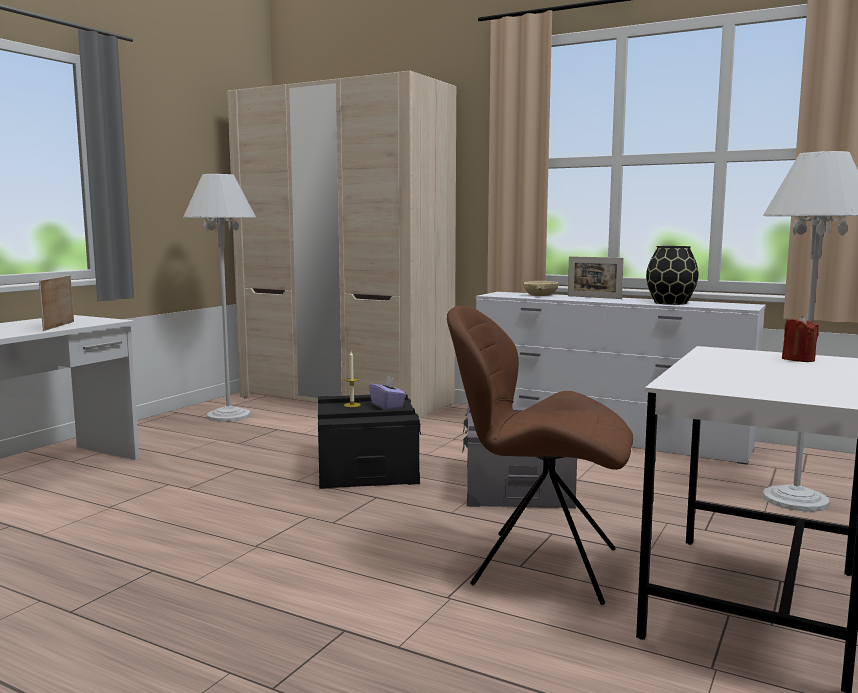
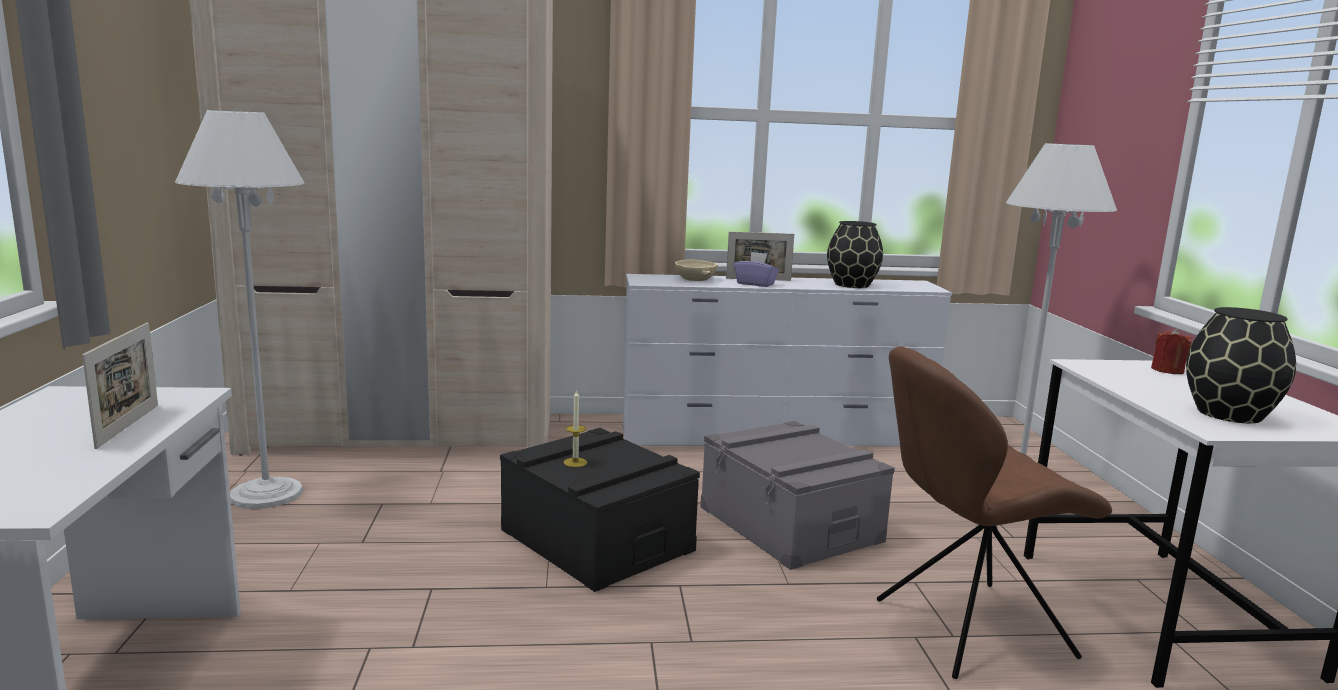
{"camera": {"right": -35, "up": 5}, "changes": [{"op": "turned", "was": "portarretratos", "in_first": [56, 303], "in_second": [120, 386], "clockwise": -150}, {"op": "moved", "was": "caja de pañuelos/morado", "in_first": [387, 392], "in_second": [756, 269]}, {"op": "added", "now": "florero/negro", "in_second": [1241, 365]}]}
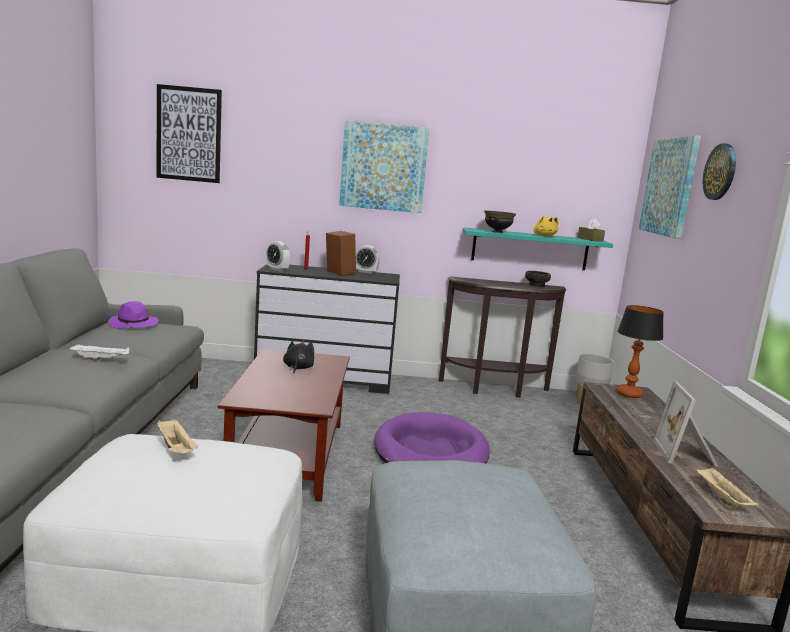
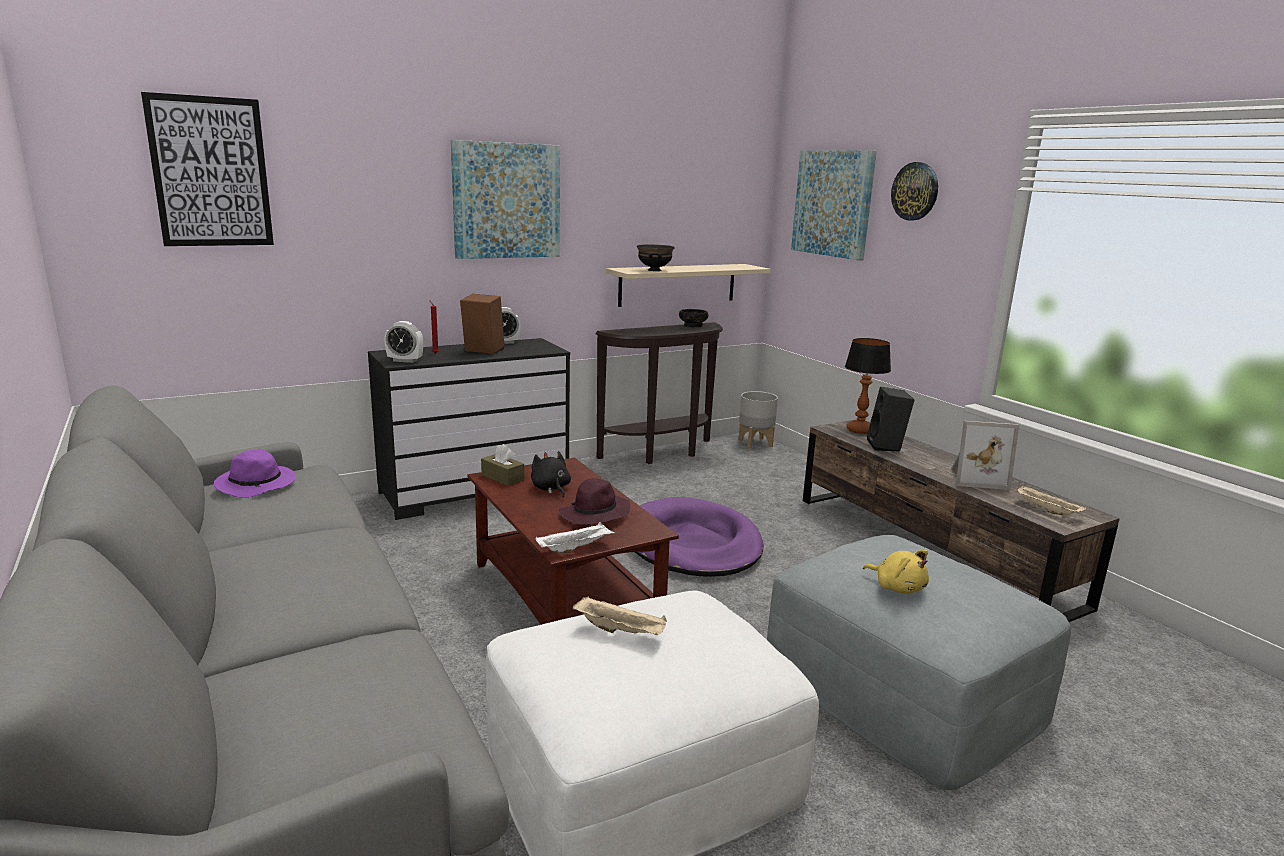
{"camera": {"right": -30, "up": 5}, "changes": [{"op": "moved", "was": "bandeja/blanco", "in_first": [100, 352], "in_second": [575, 537]}, {"op": "recoloured", "was": "estante/turquesa", "now": "estante/beis", "in_first": [537, 248], "in_second": [688, 285]}, {"op": "moved", "was": "peluche/amarillo", "in_first": [545, 225], "in_second": [896, 571]}, {"op": "moved", "was": "caja de pañuelos/marrón", "in_first": [591, 230], "in_second": [502, 465]}, {"op": "turned", "was": "portarretratos", "in_first": [686, 424], "in_second": [985, 455], "clockwise": -60}, {"op": "added", "now": "sombrero/morado", "in_second": [594, 501]}, {"op": "added", "now": "altavoz/negro", "in_second": [890, 419]}]}
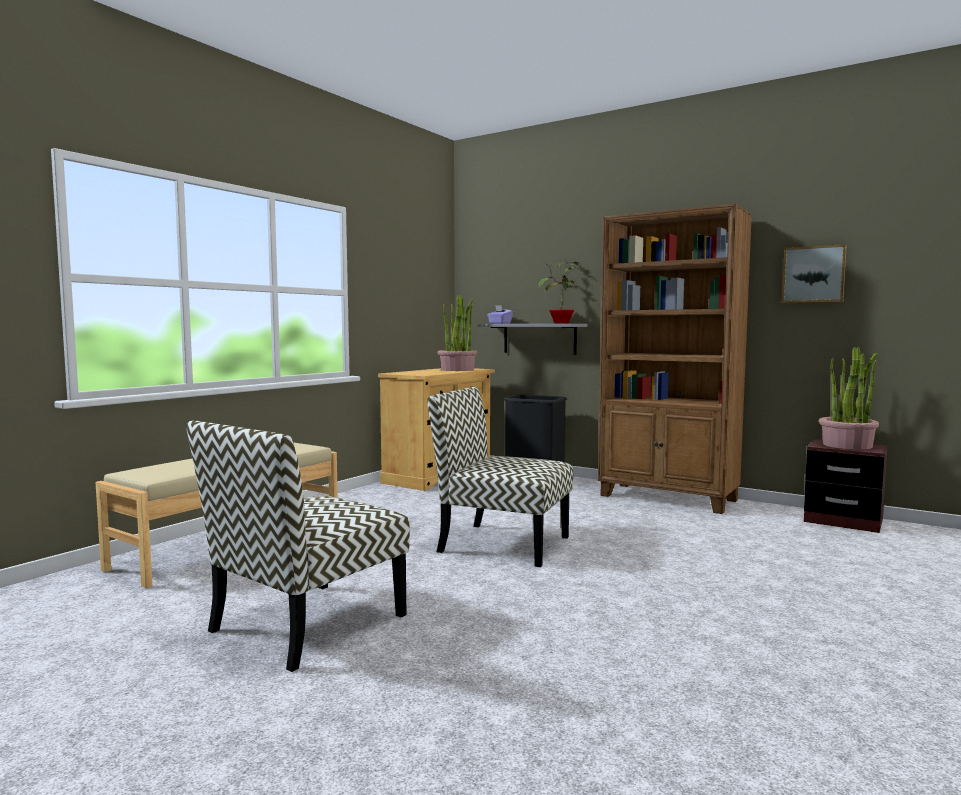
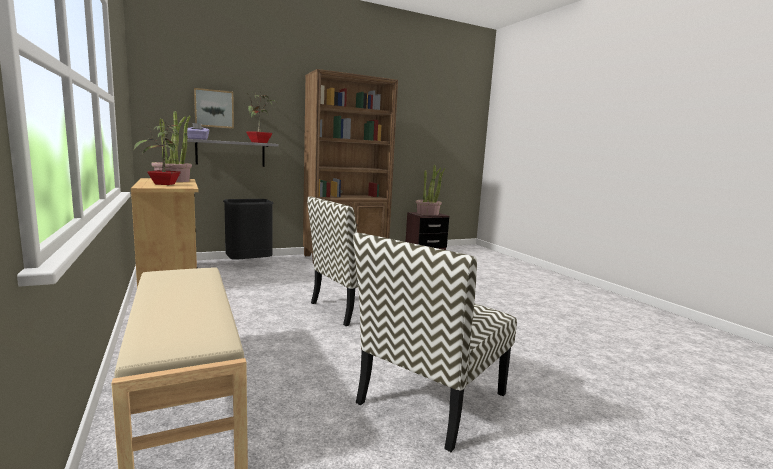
{"camera": {"right": -60, "up": 5}, "changes": [{"op": "turned", "was": "silla", "in_first": [298, 546], "in_second": [435, 342], "clockwise": 60}, {"op": "moved", "was": "cuadro", "in_first": [814, 273], "in_second": [214, 108]}, {"op": "added", "now": "planta en maceta", "in_second": [158, 153]}]}
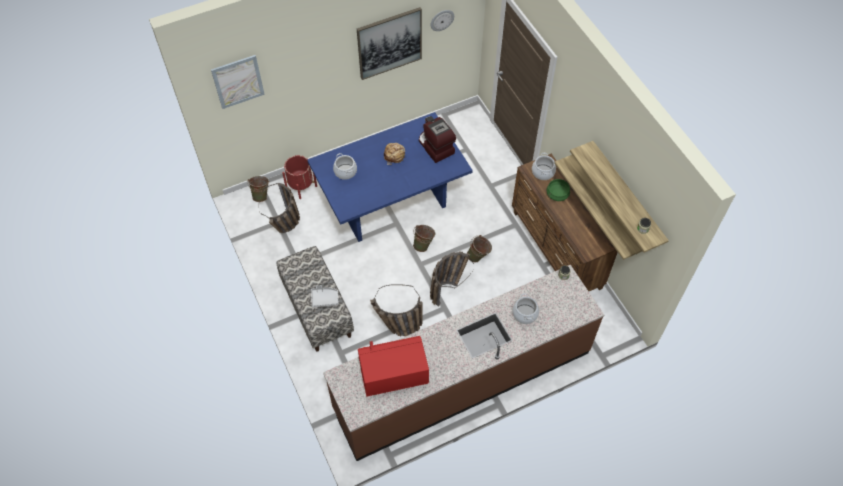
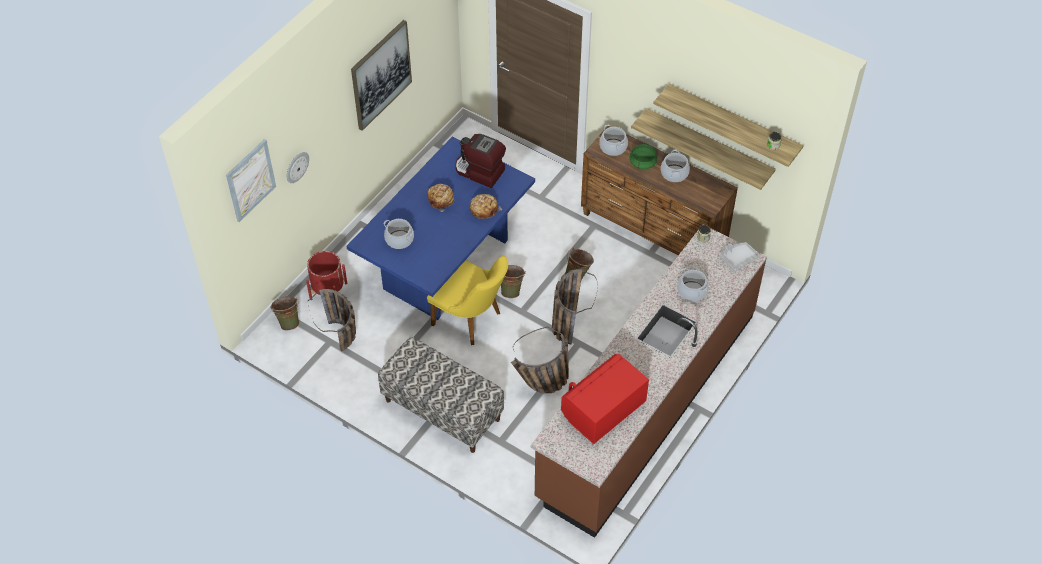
{"camera": {"right": -30, "up": -5}, "changes": [{"op": "moved", "was": "bandeja/gris", "in_first": [325, 296], "in_second": [739, 256]}, {"op": "moved", "was": "reloj de pared", "in_first": [442, 20], "in_second": [298, 167]}, {"op": "added", "now": "silla/amarillo", "in_second": [467, 300]}, {"op": "added", "now": "pan", "in_second": [486, 206]}, {"op": "added", "now": "olla", "in_second": [675, 165]}]}
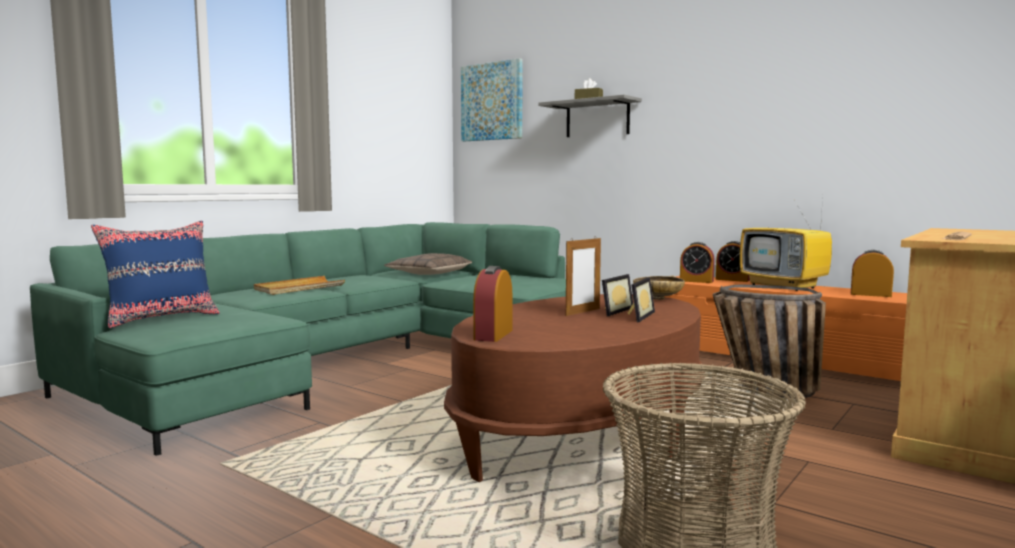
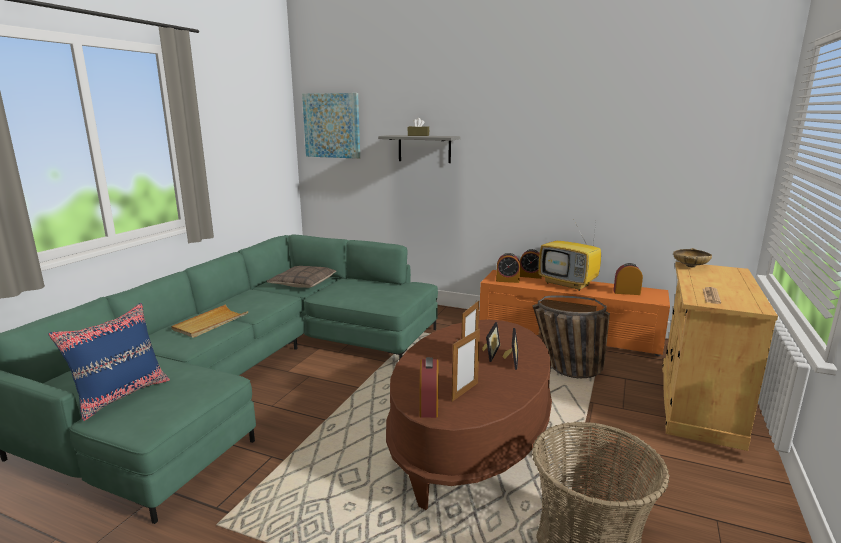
{"camera": {"right": -15, "up": 10}, "changes": [{"op": "moved", "was": "cuenco/beis", "in_first": [659, 288], "in_second": [692, 257]}, {"op": "added", "now": "portarretratos", "in_second": [466, 365]}]}
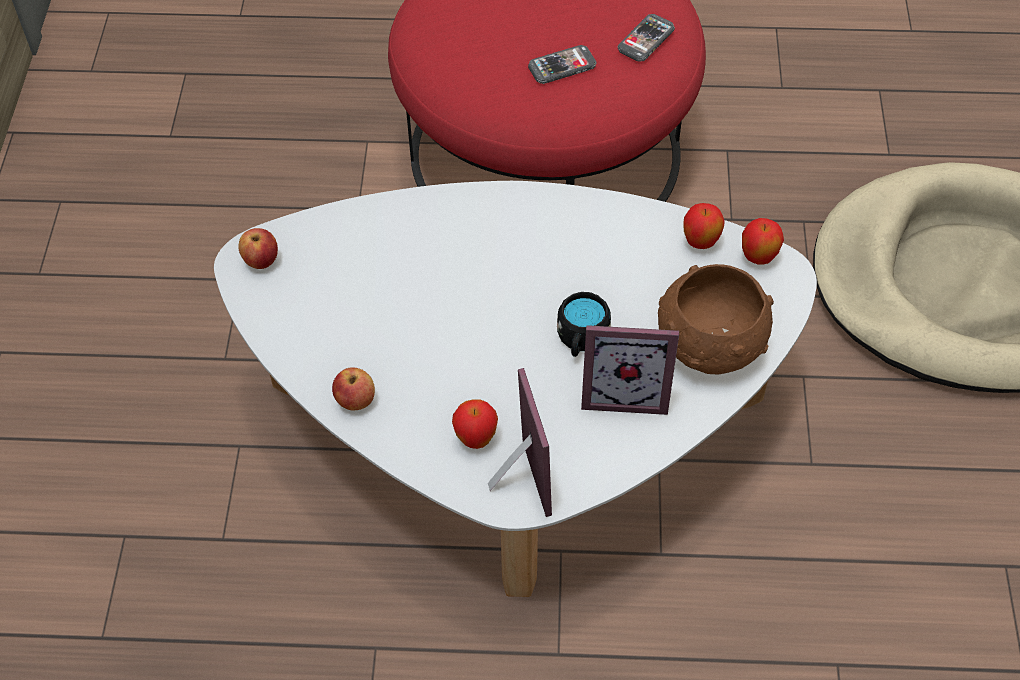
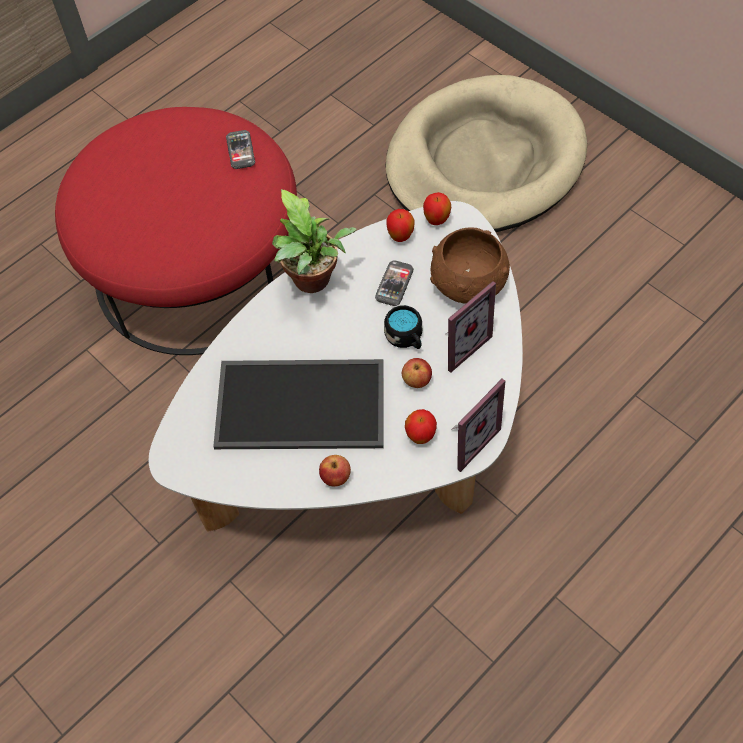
{"camera": {"right": -45, "up": 5}, "changes": [{"op": "moved", "was": "manzana", "in_first": [258, 248], "in_second": [417, 373]}, {"op": "turned", "was": "portarretratos", "in_first": [520, 442], "in_second": [478, 425], "clockwise": 105}, {"op": "moved", "was": "móvil", "in_first": [562, 64], "in_second": [394, 283]}, {"op": "added", "now": "bandeja", "in_second": [298, 404]}, {"op": "added", "now": "planta en maceta", "in_second": [314, 241]}]}
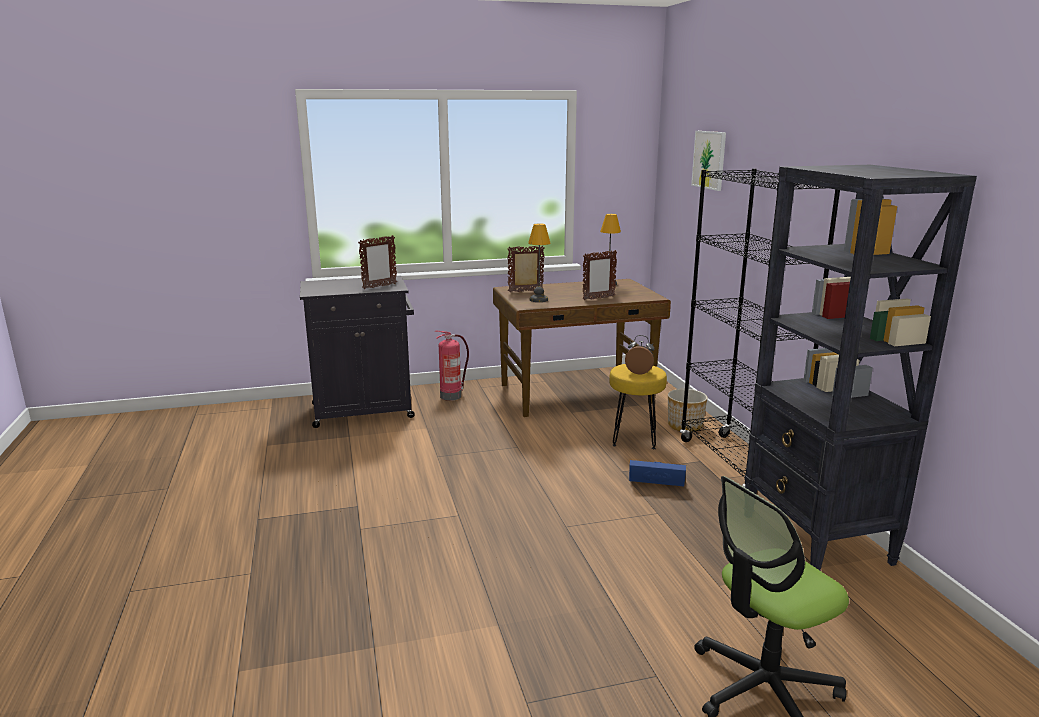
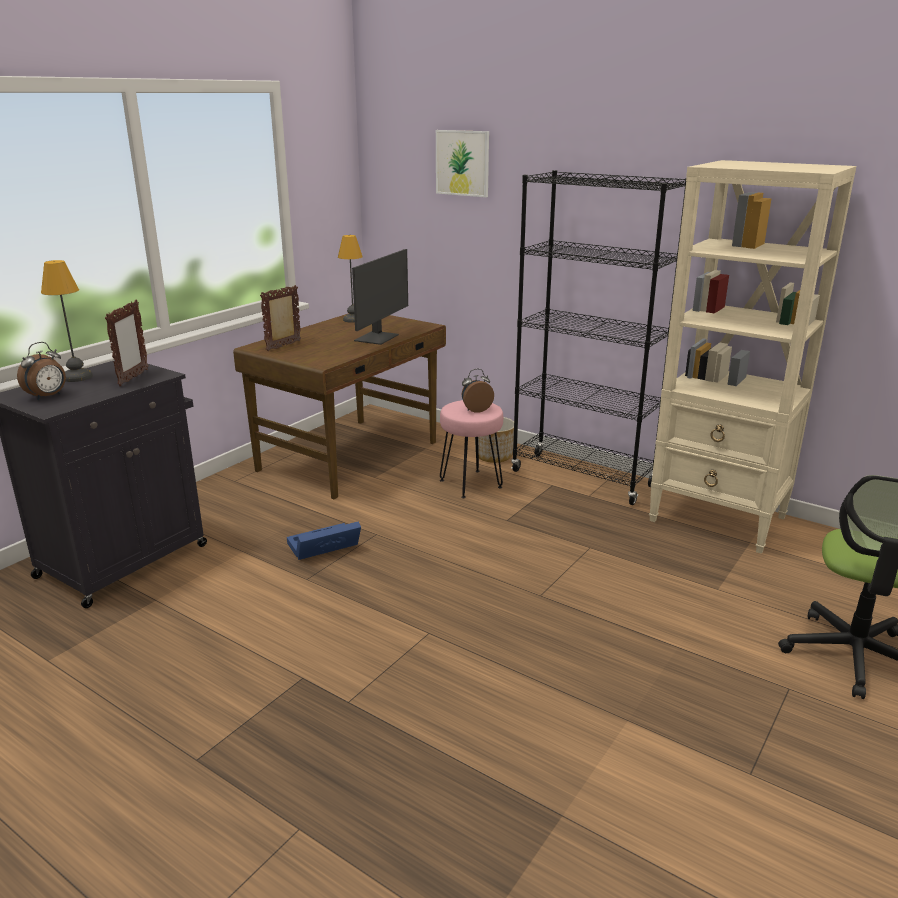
{"camera": {"right": -40, "up": 5}, "changes": [{"op": "removed", "was": "extintor", "in_first": [452, 366]}, {"op": "moved", "was": "lámpara de mesa", "in_first": [539, 262], "in_second": [67, 321]}, {"op": "replaced", "was": "portarretratos", "now": "monitor", "in_first": [600, 275], "in_second": [380, 297]}, {"op": "recoloured", "was": "taburete/amarillo", "now": "taburete/rosa", "in_first": [638, 406], "in_second": [471, 449]}, {"op": "moved", "was": "caja de almacenaje/azul", "in_first": [657, 473], "in_second": [324, 540]}, {"op": "recoloured", "was": "estantería/negro", "now": "estantería/beis", "in_first": [860, 367], "in_second": [752, 357]}, {"op": "added", "now": "despertador", "in_second": [41, 371]}]}
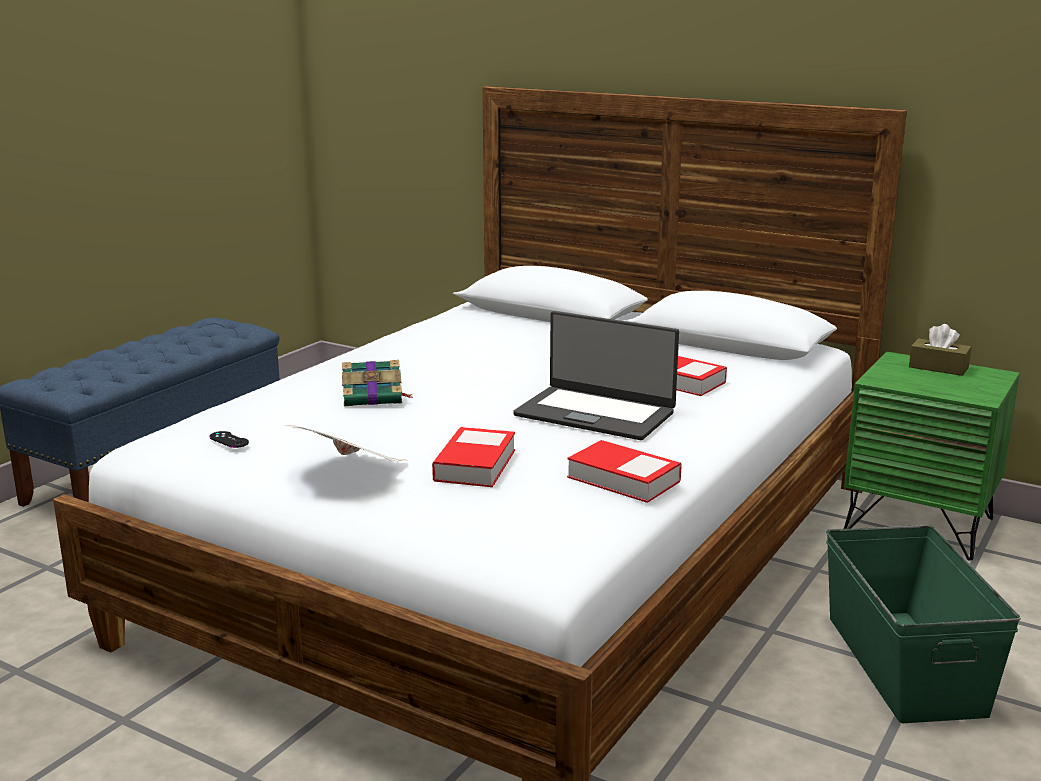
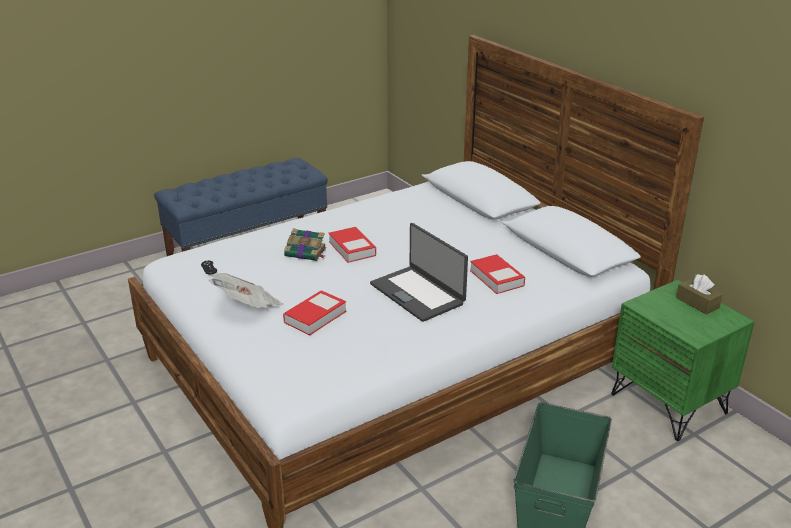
{"camera": {"right": 25, "up": 10}, "changes": [{"op": "moved", "was": "libro", "in_first": [624, 471], "in_second": [352, 245]}]}
